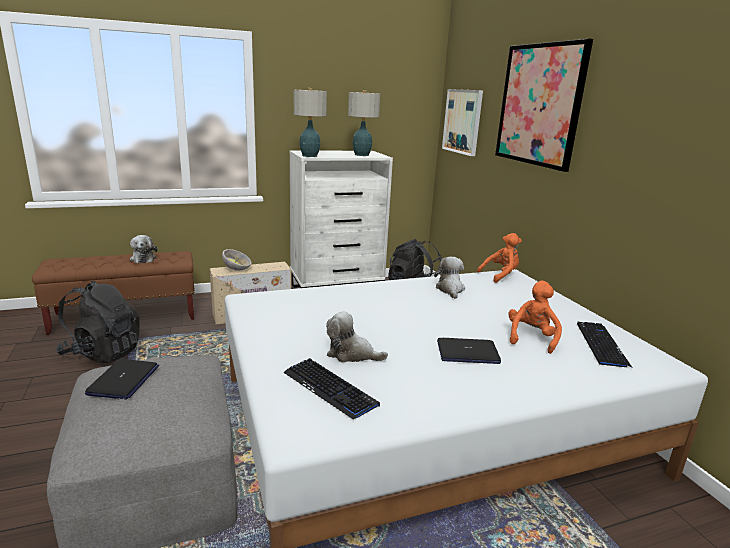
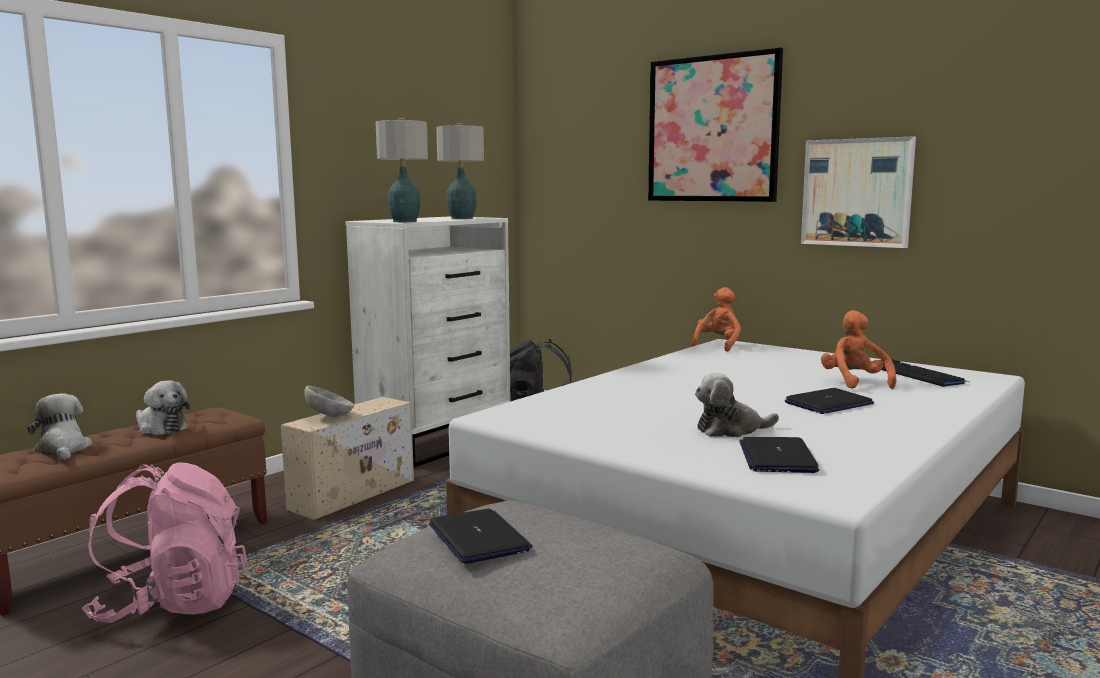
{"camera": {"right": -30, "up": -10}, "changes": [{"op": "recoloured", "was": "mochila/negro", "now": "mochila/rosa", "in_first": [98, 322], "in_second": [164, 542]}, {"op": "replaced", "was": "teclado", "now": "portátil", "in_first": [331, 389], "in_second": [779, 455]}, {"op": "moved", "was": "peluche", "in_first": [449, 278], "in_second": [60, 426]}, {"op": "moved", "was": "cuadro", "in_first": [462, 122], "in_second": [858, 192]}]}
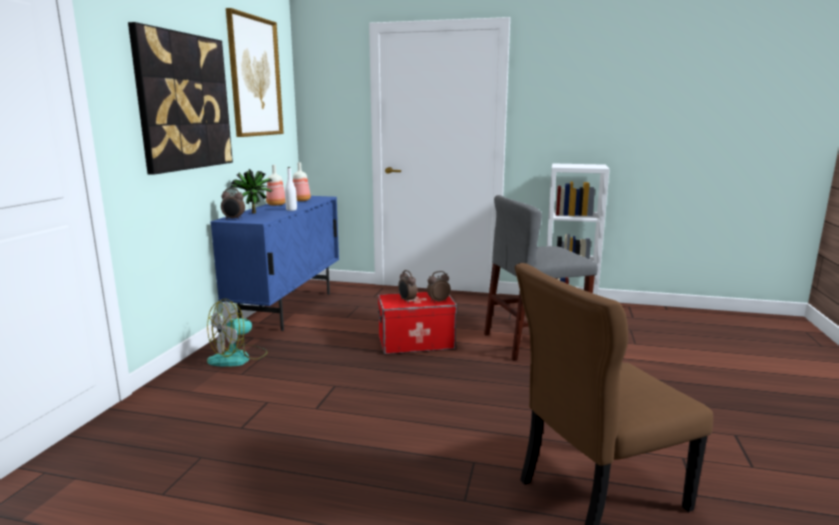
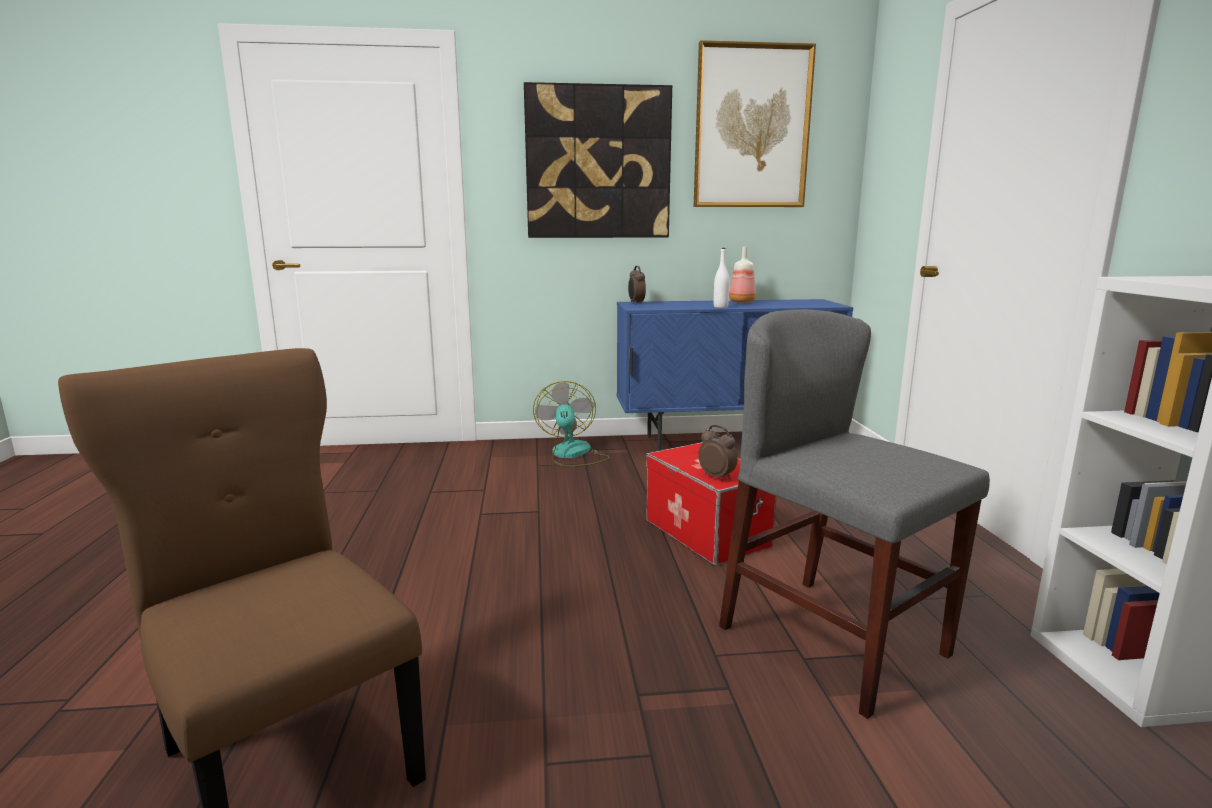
{"camera": {"right": 70, "up": 0}, "changes": [{"op": "turned", "was": "ventilador", "in_first": [237, 333], "in_second": [571, 424], "clockwise": 60}, {"op": "removed", "was": "planta en maceta", "in_first": [251, 191]}, {"op": "removed", "was": "botella", "in_first": [302, 181]}, {"op": "removed", "was": "despertador", "in_first": [407, 286]}]}
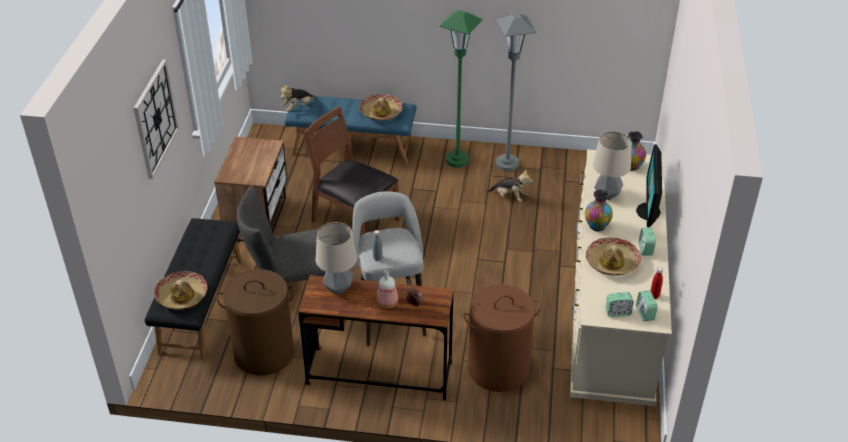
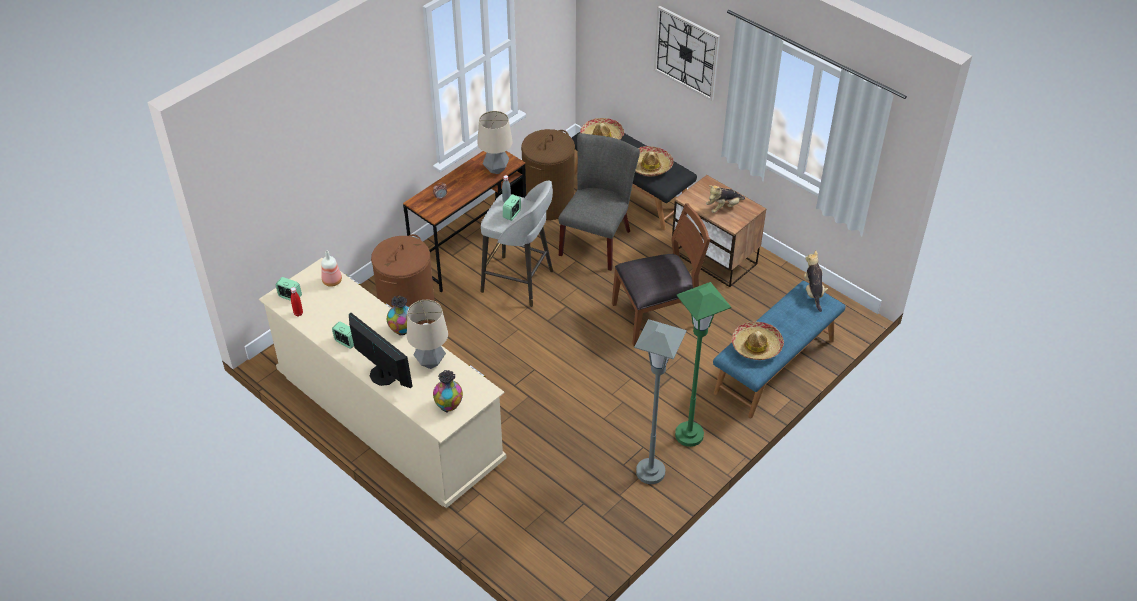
{"camera": {"right": 125, "up": 5}, "changes": [{"op": "moved", "was": "botella", "in_first": [387, 289], "in_second": [331, 269]}, {"op": "moved", "was": "peluche", "in_first": [510, 185], "in_second": [725, 199]}, {"op": "moved", "was": "sombrero", "in_first": [613, 256], "in_second": [654, 161]}, {"op": "moved", "was": "despertador", "in_first": [619, 304], "in_second": [512, 207]}]}
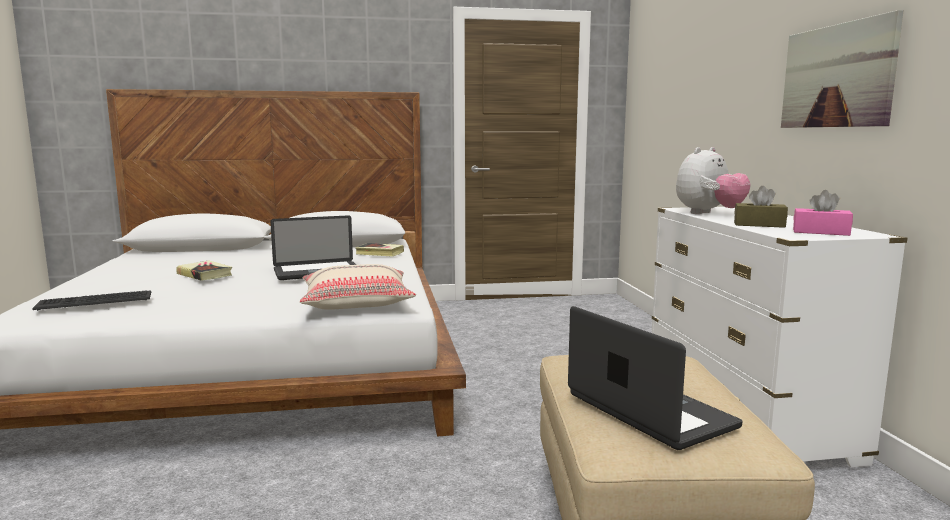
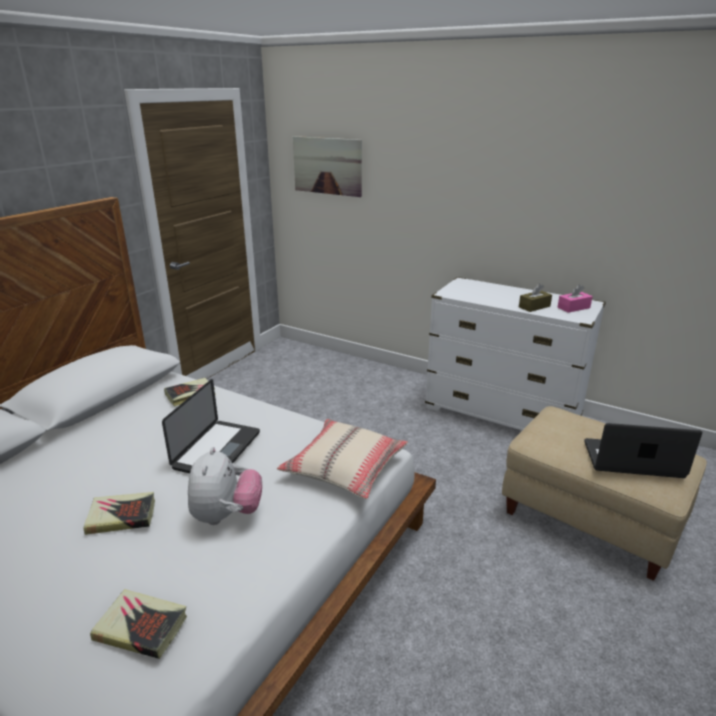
{"camera": {"right": -50, "up": 15}, "changes": [{"op": "replaced", "was": "teclado", "now": "libro", "in_first": [91, 300], "in_second": [138, 624]}, {"op": "moved", "was": "peluche", "in_first": [713, 180], "in_second": [225, 486]}, {"op": "moved", "was": "cuadro", "in_first": [842, 69], "in_second": [327, 166]}]}
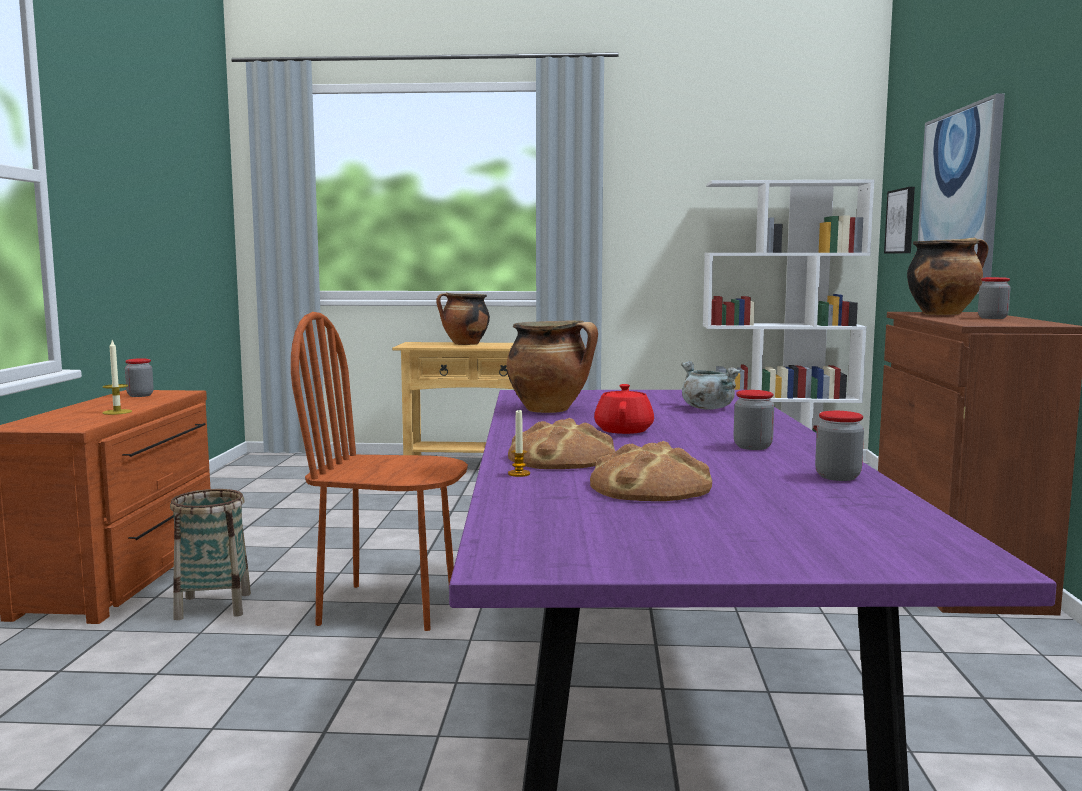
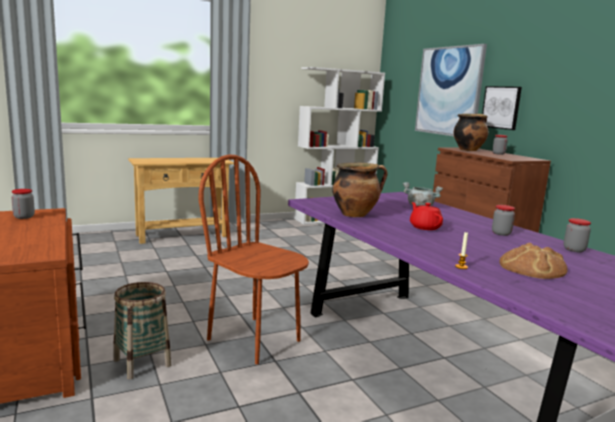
{"camera": {"right": -30, "up": 5}, "changes": [{"op": "removed", "was": "vela", "in_first": [117, 377]}, {"op": "turned", "was": "silla/marrón", "in_first": [379, 471], "in_second": [254, 259], "clockwise": 60}, {"op": "removed", "was": "olla", "in_first": [463, 318]}, {"op": "removed", "was": "pan", "in_first": [561, 443]}, {"op": "moved", "was": "cuadro", "in_first": [899, 220], "in_second": [502, 108]}]}
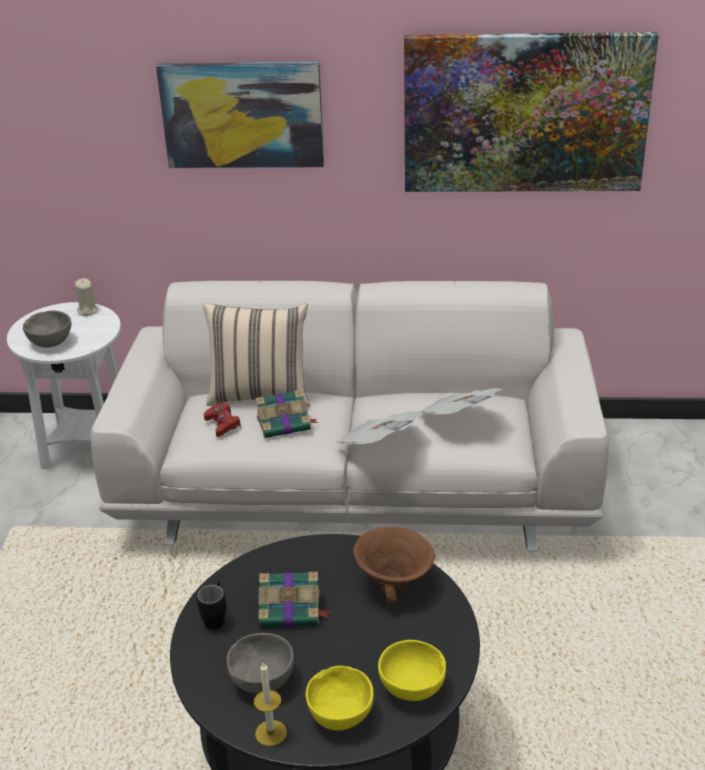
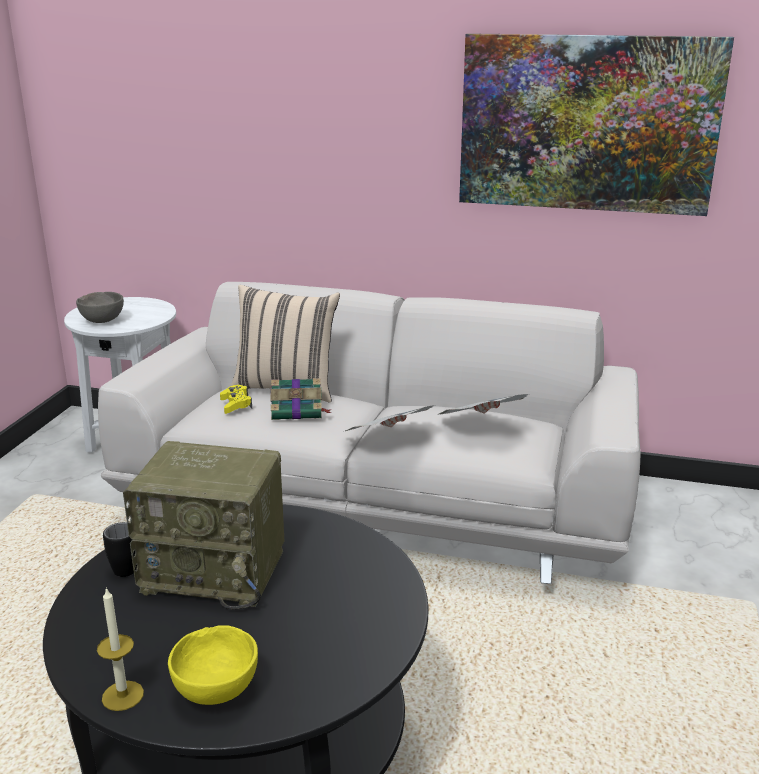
{"camera": {"right": 10, "up": -10}, "changes": [{"op": "removed", "was": "vela/beis", "in_first": [86, 297]}, {"op": "removed", "was": "cuadro", "in_first": [240, 115]}, {"op": "recoloured", "was": "mando de consola/rojo", "now": "mando de consola/amarillo", "in_first": [222, 420], "in_second": [236, 399]}, {"op": "removed", "was": "cuenco/gris", "in_first": [260, 663]}, {"op": "replaced", "was": "libro", "now": "radio", "in_first": [294, 599], "in_second": [203, 525]}, {"op": "removed", "was": "cuenco/marrón", "in_first": [394, 566]}, {"op": "removed", "was": "cuenco/amarillo", "in_first": [412, 670]}]}
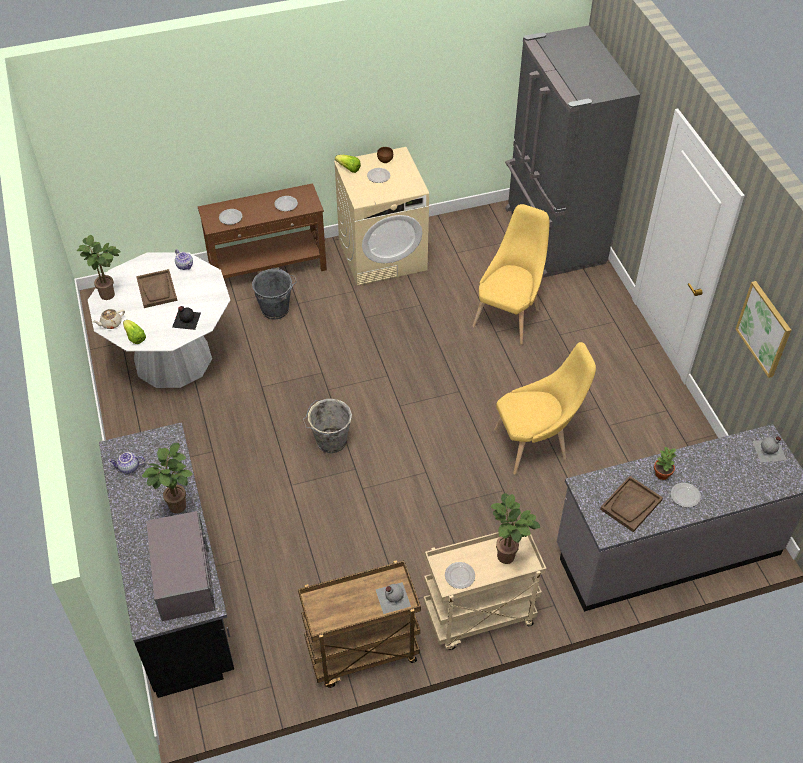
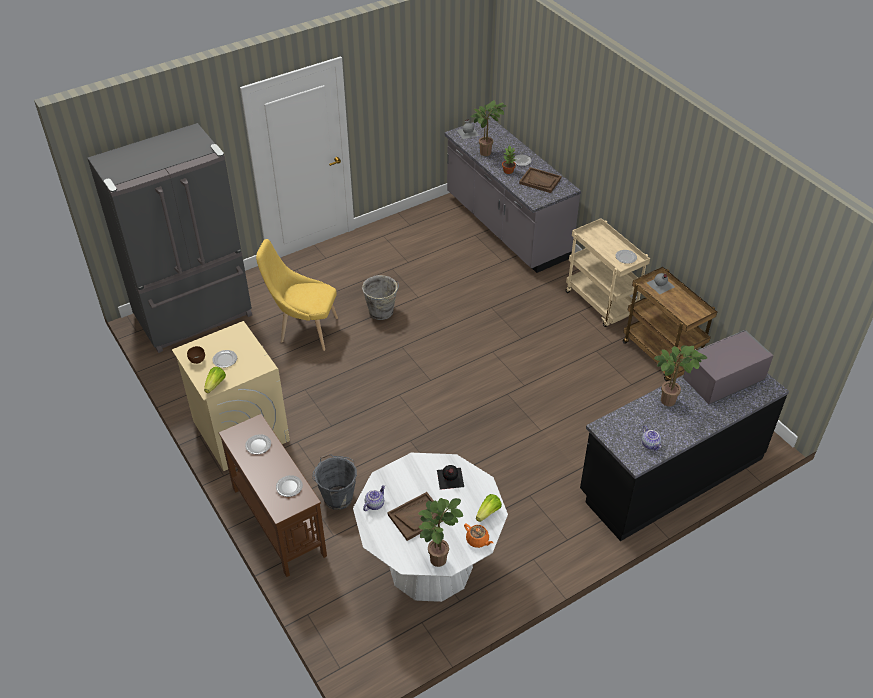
{"camera": {"right": -105, "up": -5}, "changes": [{"op": "recoloured", "was": "tetera/beis", "now": "tetera/naranja", "in_first": [108, 319], "in_second": [479, 535]}, {"op": "moved", "was": "cubo/gris", "in_first": [327, 426], "in_second": [380, 297]}, {"op": "moved", "was": "planta en maceta", "in_first": [515, 528], "in_second": [488, 128]}, {"op": "removed", "was": "silla/amarillo", "in_first": [545, 408]}, {"op": "removed", "was": "cuadro", "in_first": [763, 329]}]}
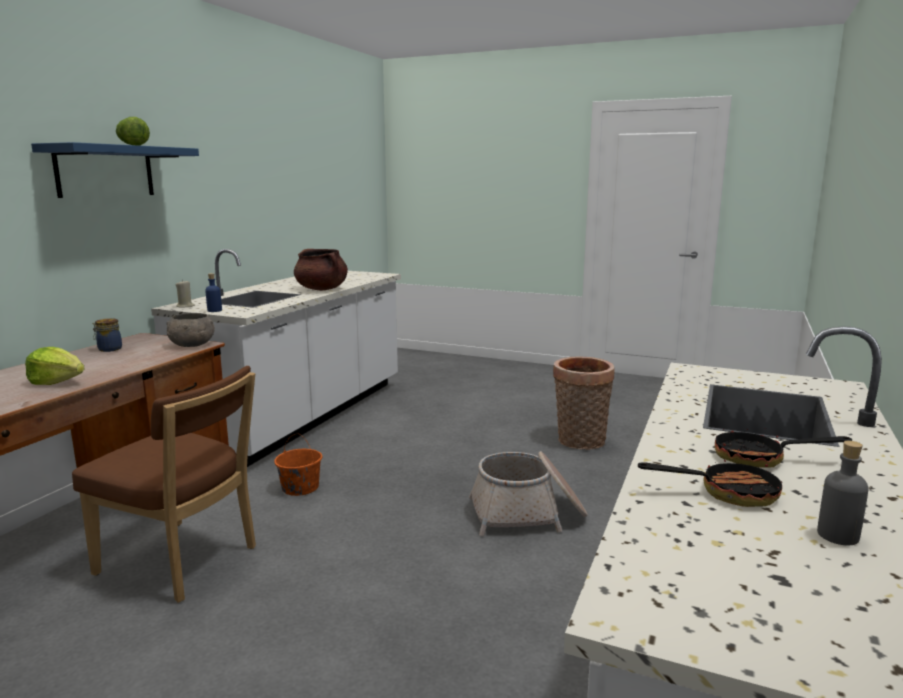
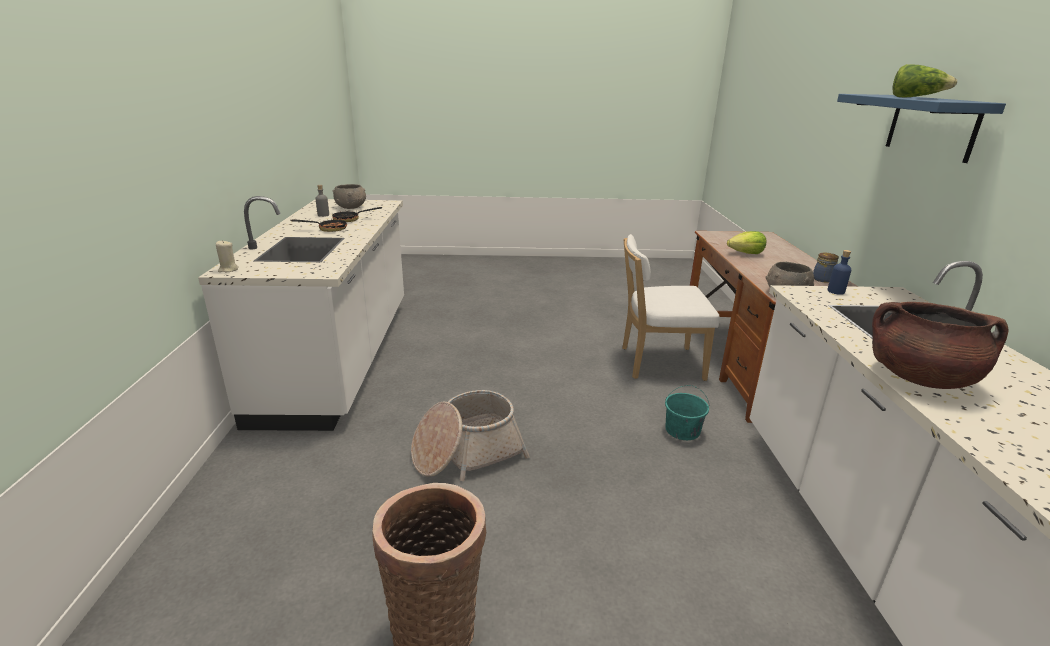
{"camera": {"right": 155, "up": 10}, "changes": [{"op": "recoloured", "was": "silla/marrón", "now": "silla/blanco", "in_first": [164, 484], "in_second": [671, 307]}, {"op": "moved", "was": "vela/beis", "in_first": [185, 294], "in_second": [227, 256]}, {"op": "recoloured", "was": "cubo/naranja", "now": "cubo/turquesa", "in_first": [298, 465], "in_second": [687, 412]}, {"op": "added", "now": "cuenco/gris", "in_second": [349, 196]}]}
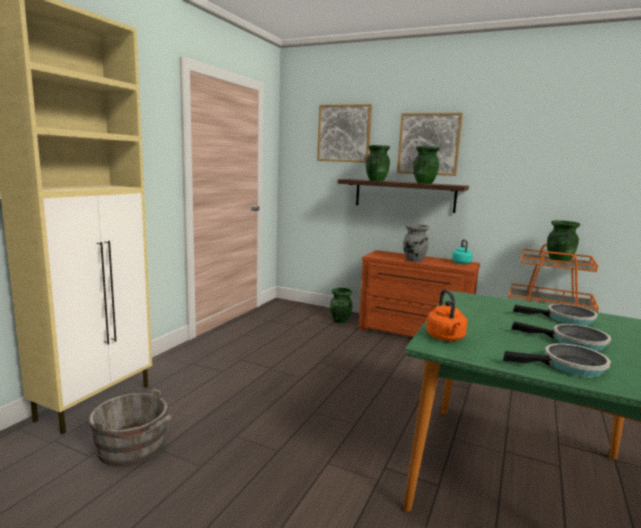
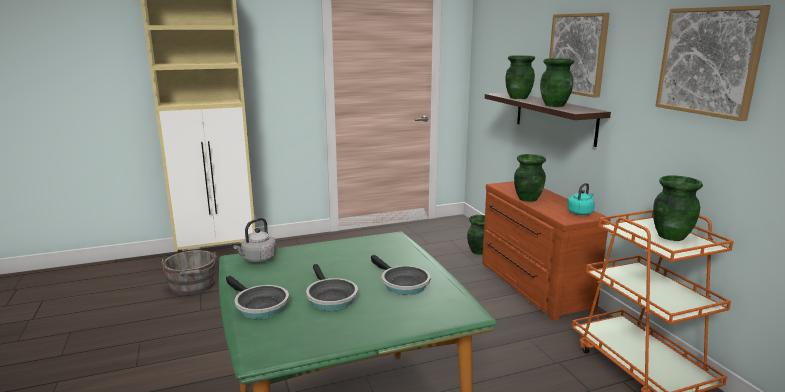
{"camera": {"right": 45, "up": 5}, "changes": [{"op": "moved", "was": "cuadro", "in_first": [344, 133], "in_second": [713, 63]}, {"op": "recoloured", "was": "florero/gris", "now": "florero/verde", "in_first": [416, 243], "in_second": [530, 178]}, {"op": "recoloured", "was": "hervidor/naranja", "now": "hervidor/gris", "in_first": [446, 315], "in_second": [255, 240]}]}
